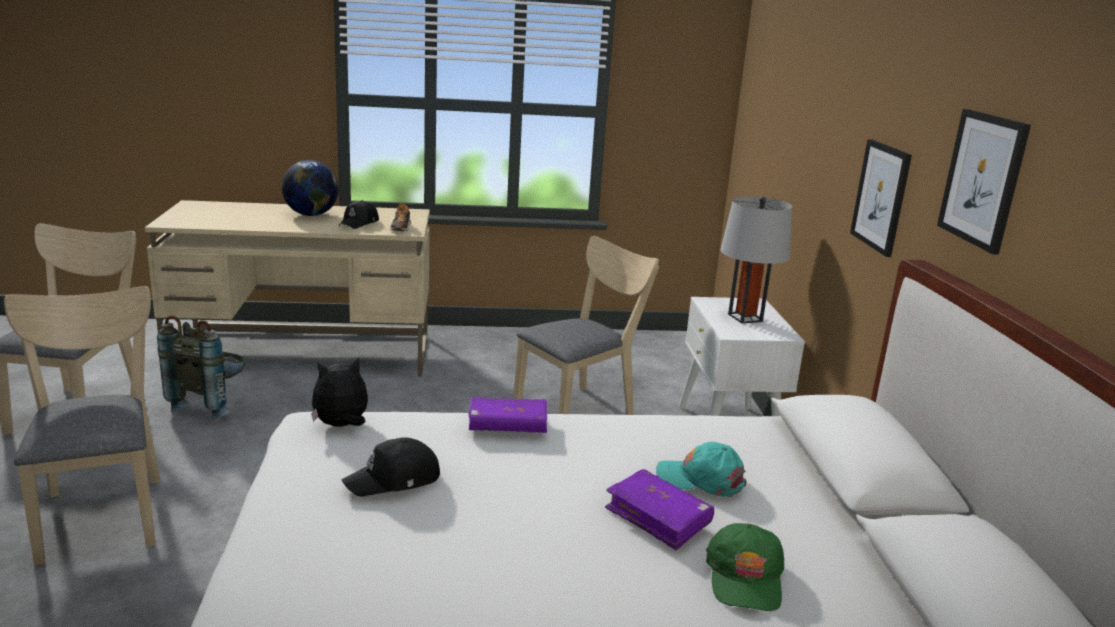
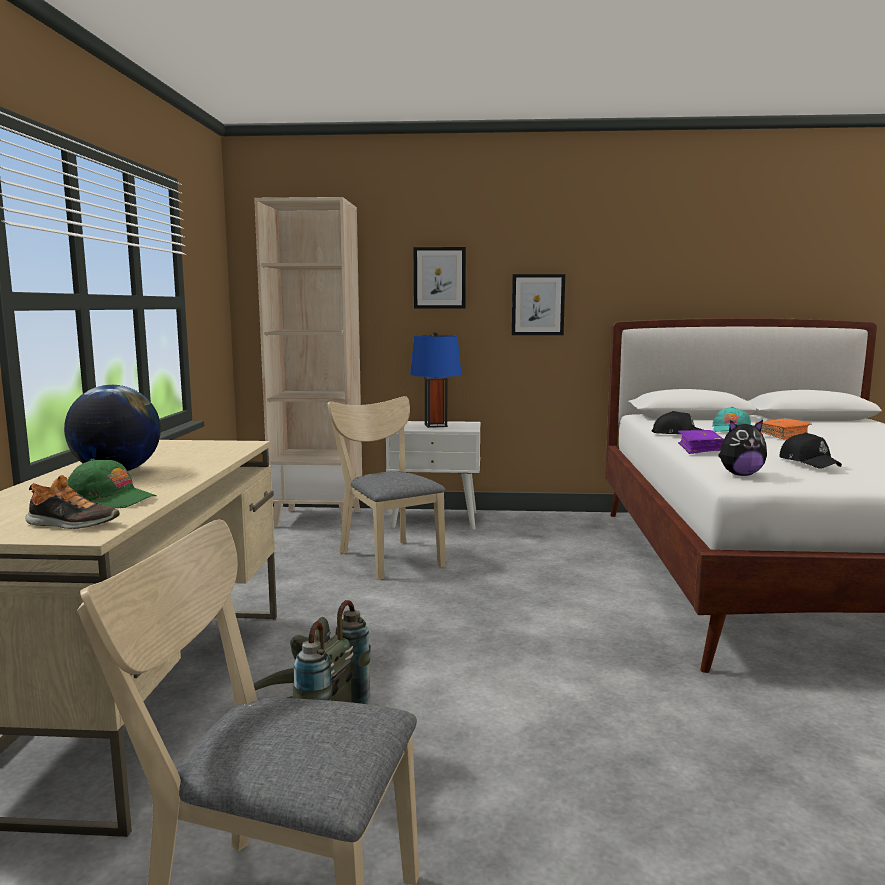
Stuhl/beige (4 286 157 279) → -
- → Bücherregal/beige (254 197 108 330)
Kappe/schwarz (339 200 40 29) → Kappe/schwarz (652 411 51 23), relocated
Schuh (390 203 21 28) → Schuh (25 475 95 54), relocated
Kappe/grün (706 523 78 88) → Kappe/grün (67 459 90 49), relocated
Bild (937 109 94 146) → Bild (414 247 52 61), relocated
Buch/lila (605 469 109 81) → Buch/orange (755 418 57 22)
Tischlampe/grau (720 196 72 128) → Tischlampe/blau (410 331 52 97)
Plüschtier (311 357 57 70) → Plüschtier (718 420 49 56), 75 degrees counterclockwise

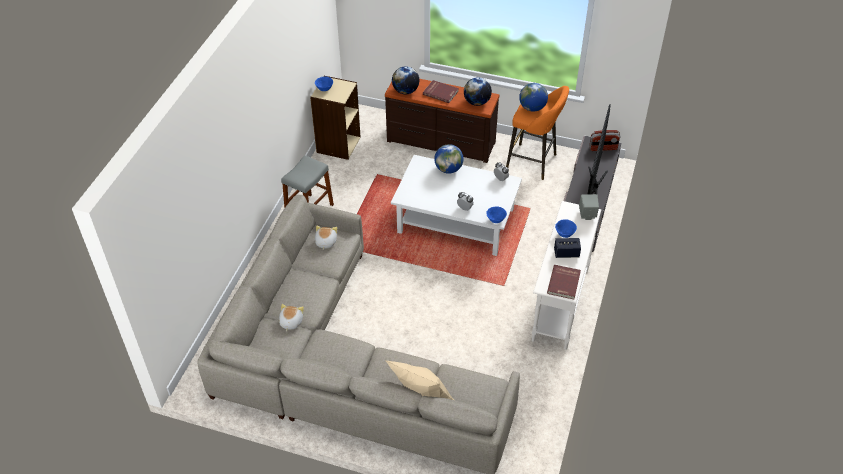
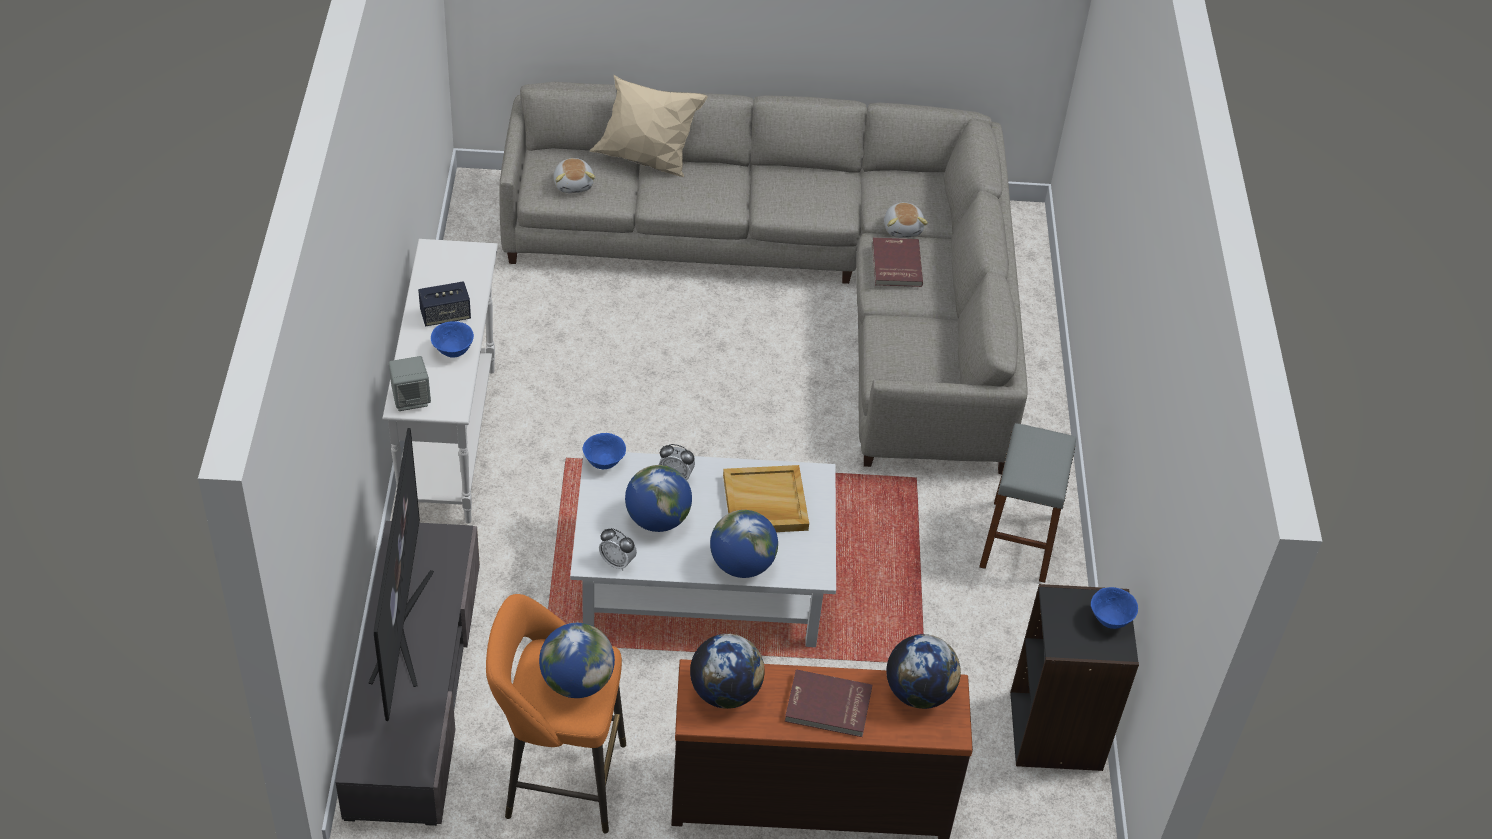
Radio (589 130 31 21) → -
- → Globus (625 465 67 67)
- → Tablett/beige (723 465 86 67)
Plüschtier (315 225 22 25) → Plüschtier (554 158 41 35), relocated
Buch/rot (547 265 34 34) → Buch/rot (872 237 51 50), relocated
Bücherregal/beige (310 76 51 84) → Bücherregal/schwarz (1010 584 129 187)

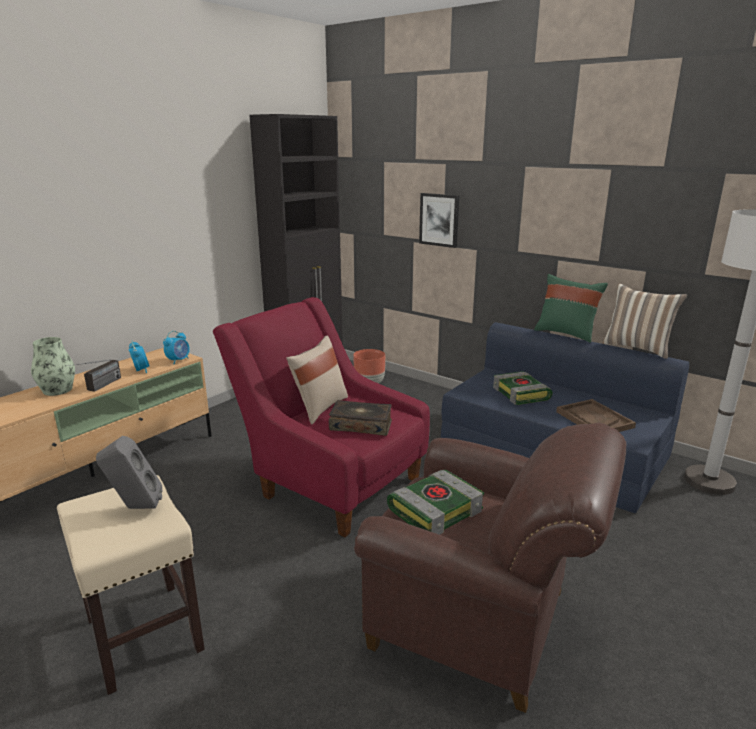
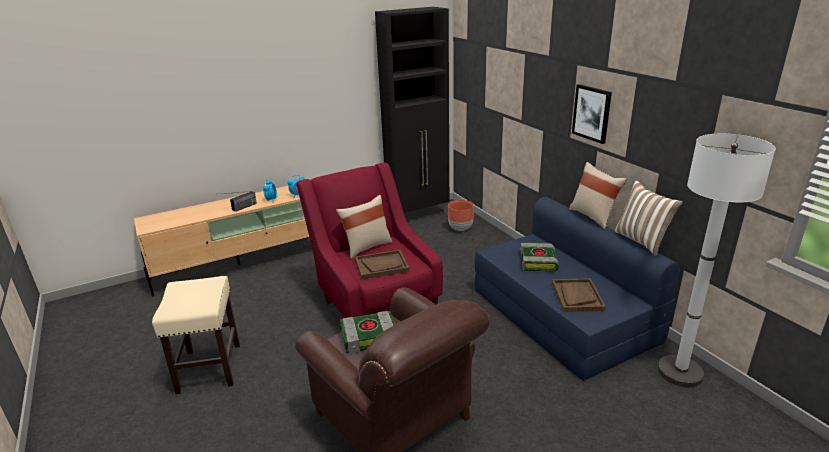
Vase (31 337 44 59) → -
Lautsprecher/grau (96 436 67 73) → -
Bild (419 193 40 55) → Bild (572 84 40 60), relocated
Buch (329 400 63 36) → Tablett/braun (355 250 54 29)
Kissen/grün (534 274 74 69) → Kissen/beige (569 162 58 67)

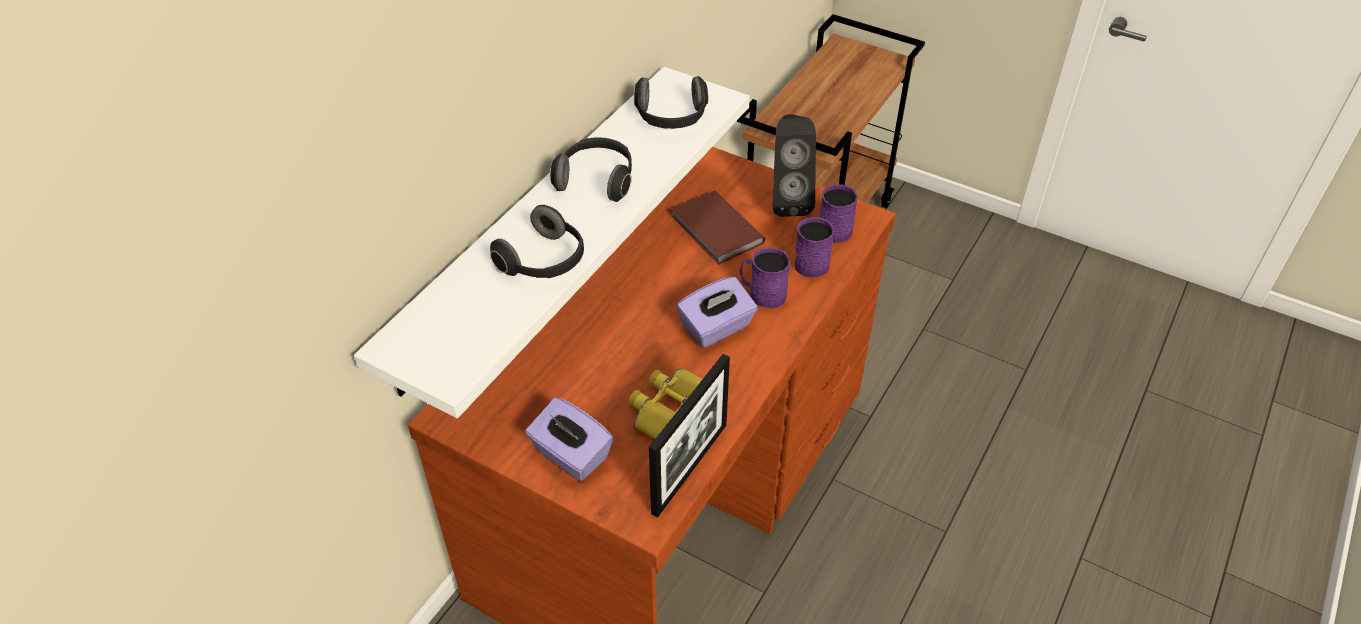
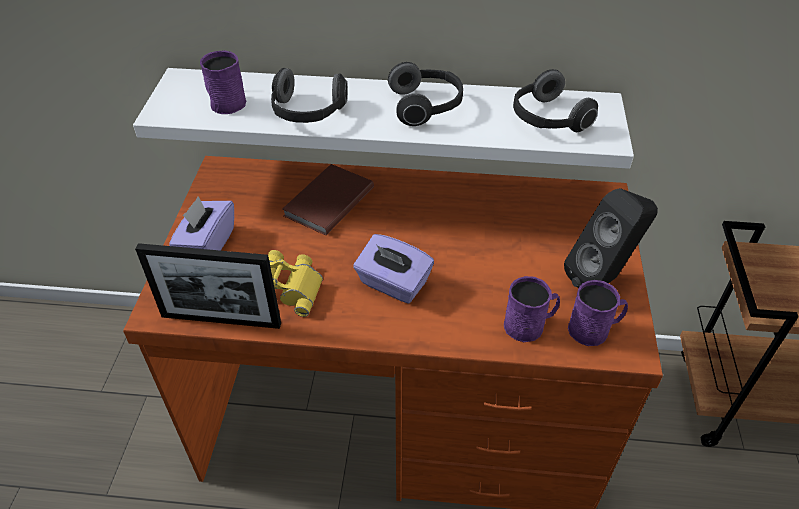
Buch/braun (671 190 94 74) → Buch/braun (283 164 91 71), relocated
Henkelbecher/lila (740 248 50 61) → Henkelbecher/lila (200 50 46 64), relocated

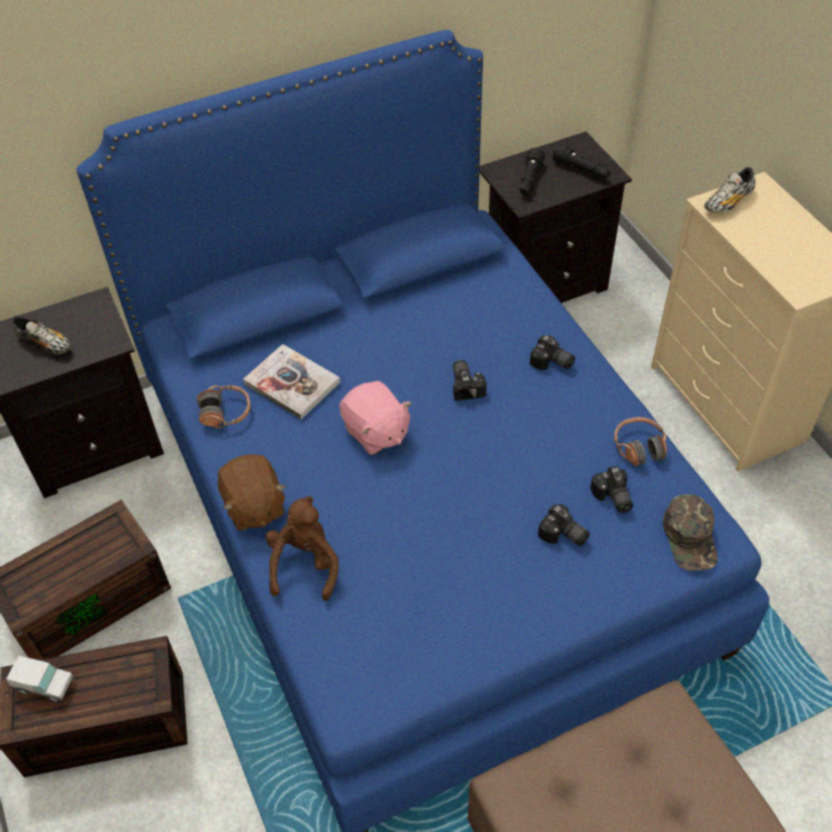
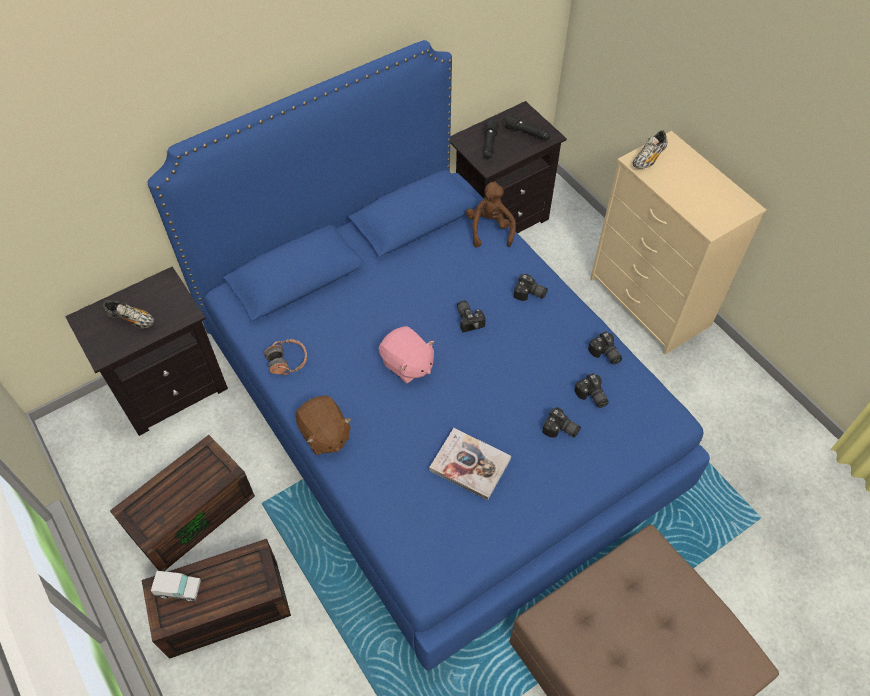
Kappe/grün (663 494 55 77) → -
Buch (243 344 97 75) → Buch (429 428 82 72), relocated
Plüschtier/braun (265 496 74 105) → Plüschtier/braun (466 181 50 66), relocated
Kopfhörer (614 417 53 49) → Kamera (588 332 34 33)

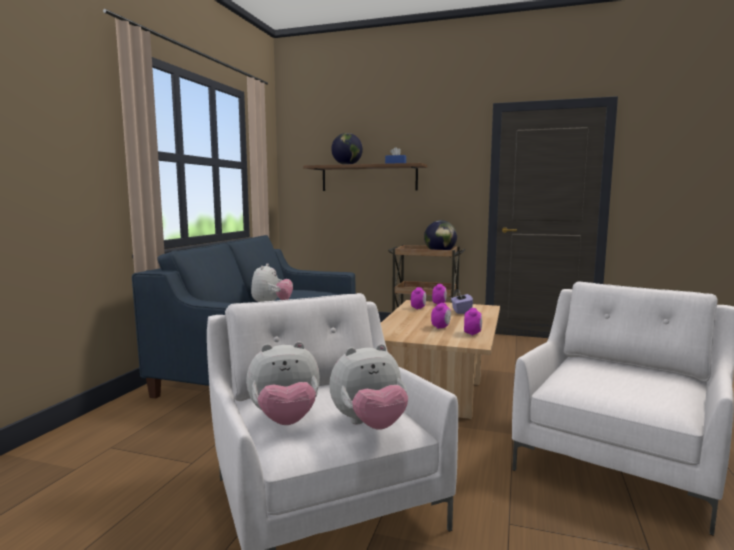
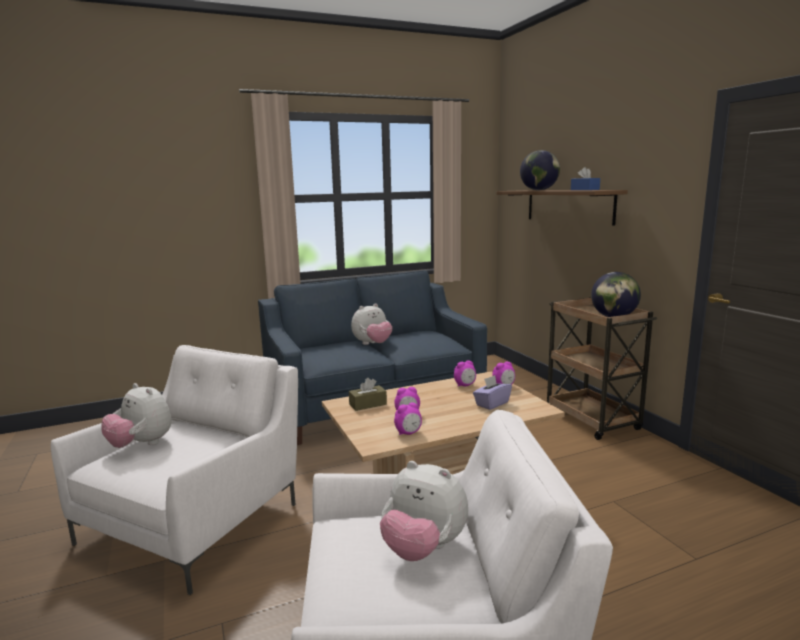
- → Taschentuchbox/braun (349 378 38 33)
Plüschtier (329 344 79 86) → Plüschtier (380 461 88 100), relocated

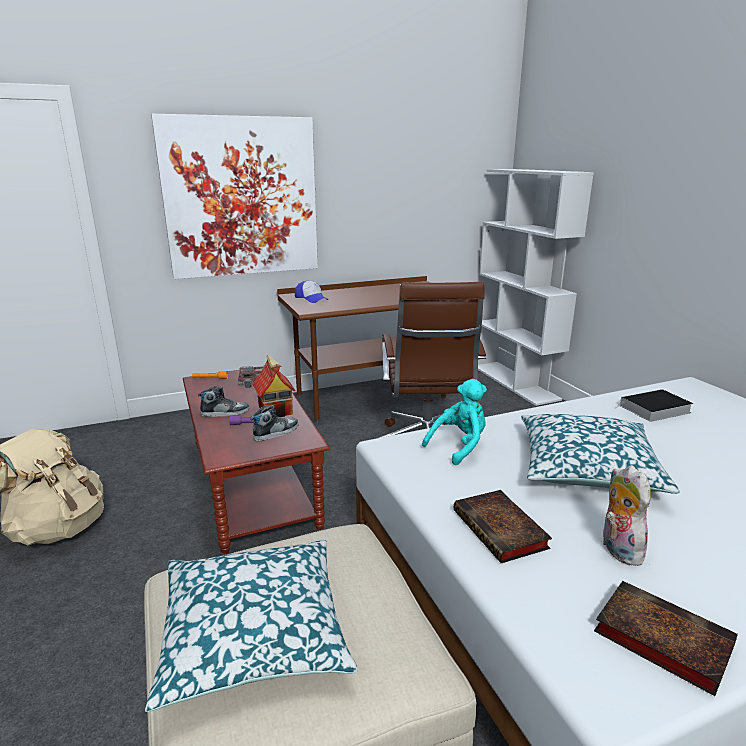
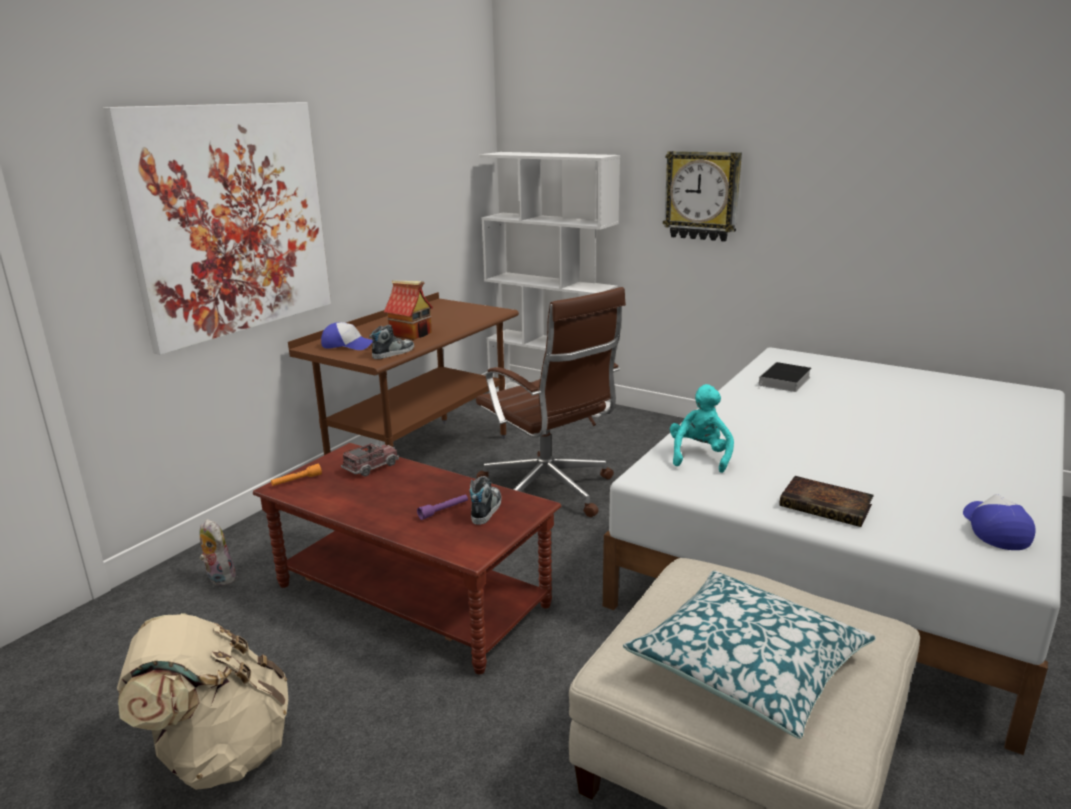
Kissen (521 414 158 80) → -
- → Wanduhr (663 151 79 91)
Schuh (198 386 51 31) → Schuh (369 325 45 34), relocated
Spielzeughaus (253 355 43 62) → Spielzeughaus (384 281 49 59), relocated
Plüschtier (603 465 48 101) → Plüschtier (199 519 37 67), relocated
Buch (594 581 144 115) → Kappe (963 494 73 56)

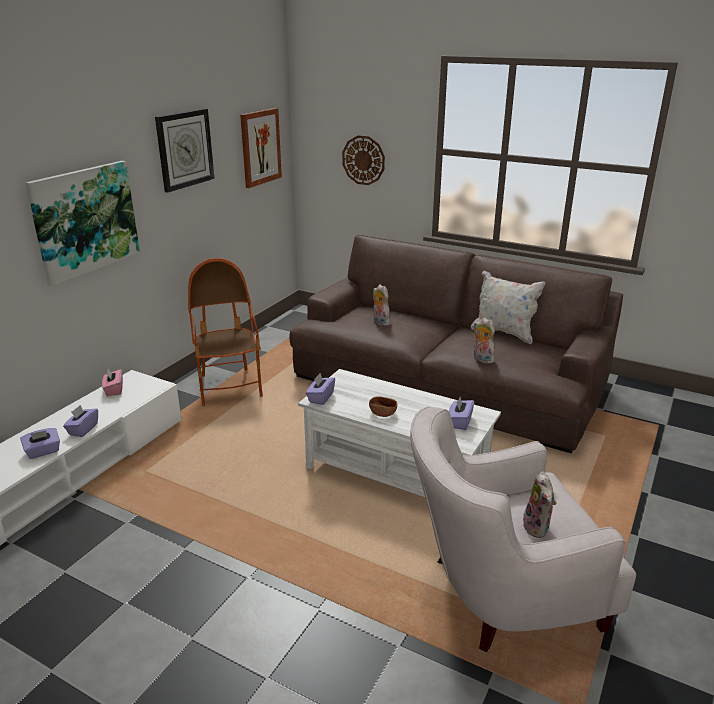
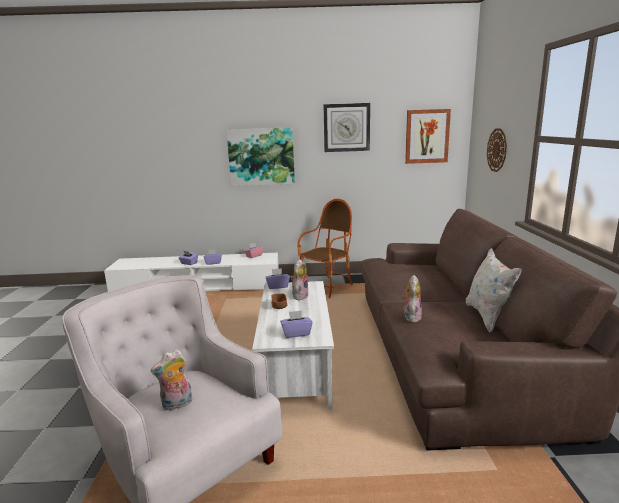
Plüschtier (373 284 18 42) → Plüschtier (291 259 18 41), relocated

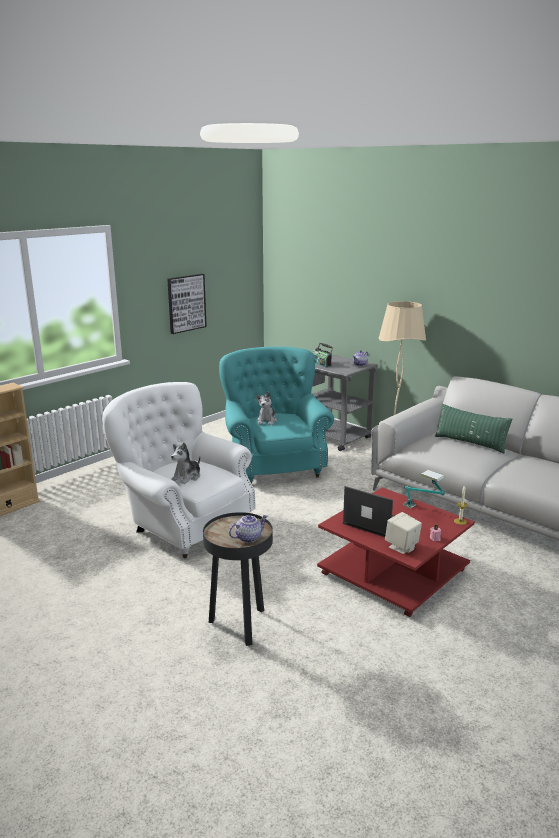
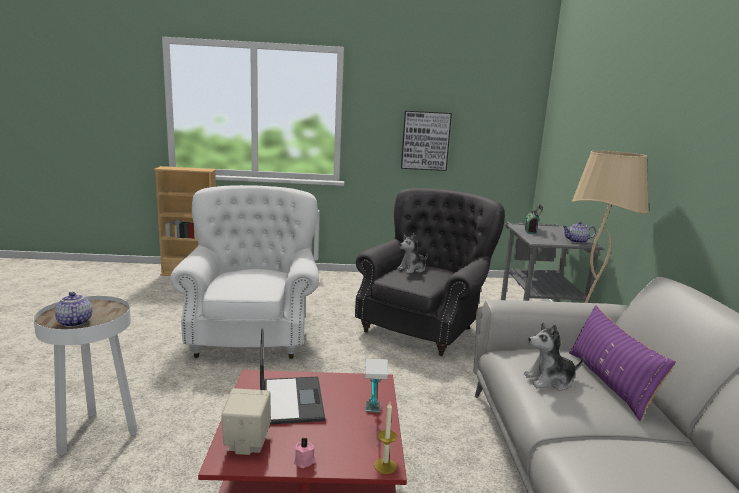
Plüschtier (171 442 29 42) → Plüschtier (524 322 60 69), relocated
Beistelltisch/schwarz (203 512 70 134) → Beistelltisch/weiß (33 296 105 160)
Sessel/türkis (219 346 115 138) → Sessel/grau (355 188 150 168)
Kissen/grün (435 404 77 50) → Kissen/lila (569 305 107 116)
Teekanne (229 515 38 28) → Teekanne (55 292 37 35), 135 degrees counterclockwise

